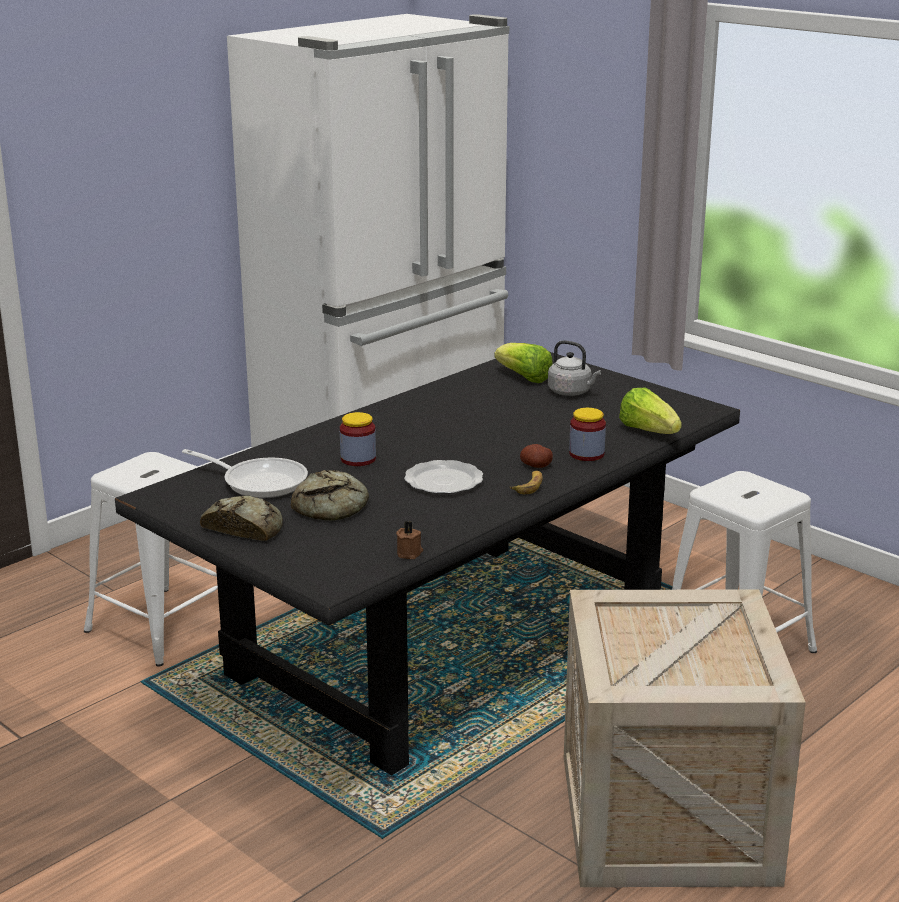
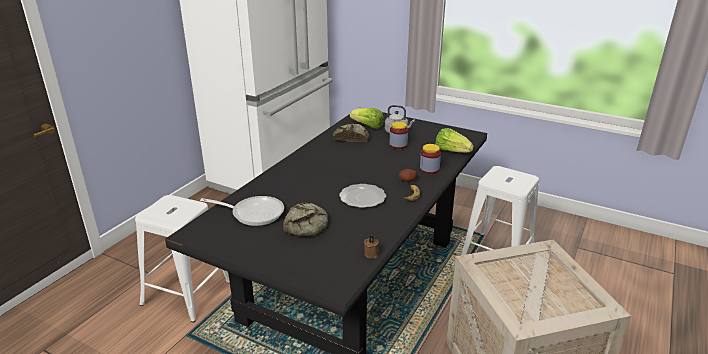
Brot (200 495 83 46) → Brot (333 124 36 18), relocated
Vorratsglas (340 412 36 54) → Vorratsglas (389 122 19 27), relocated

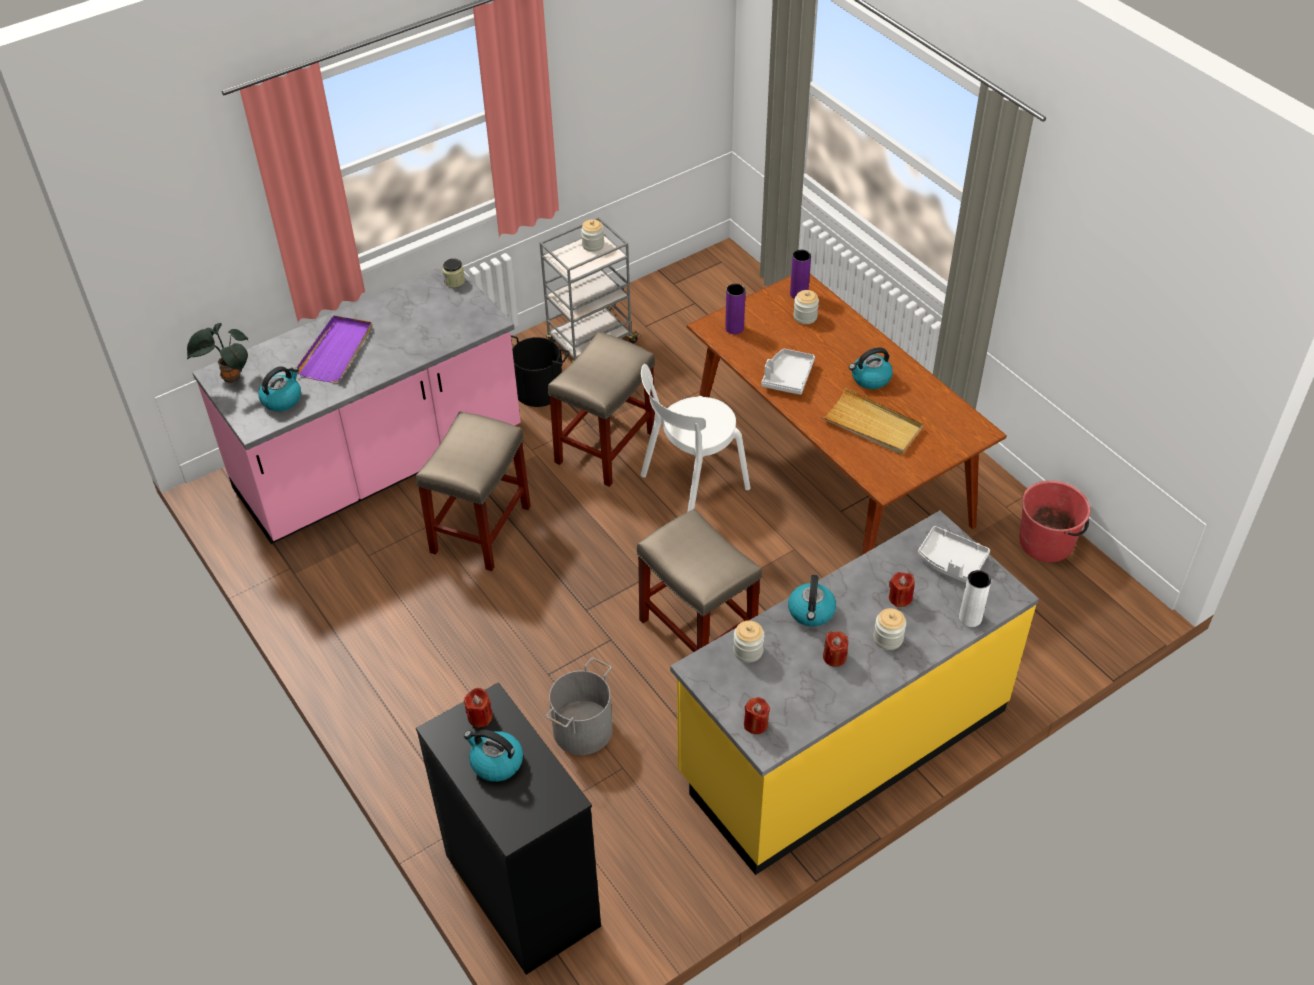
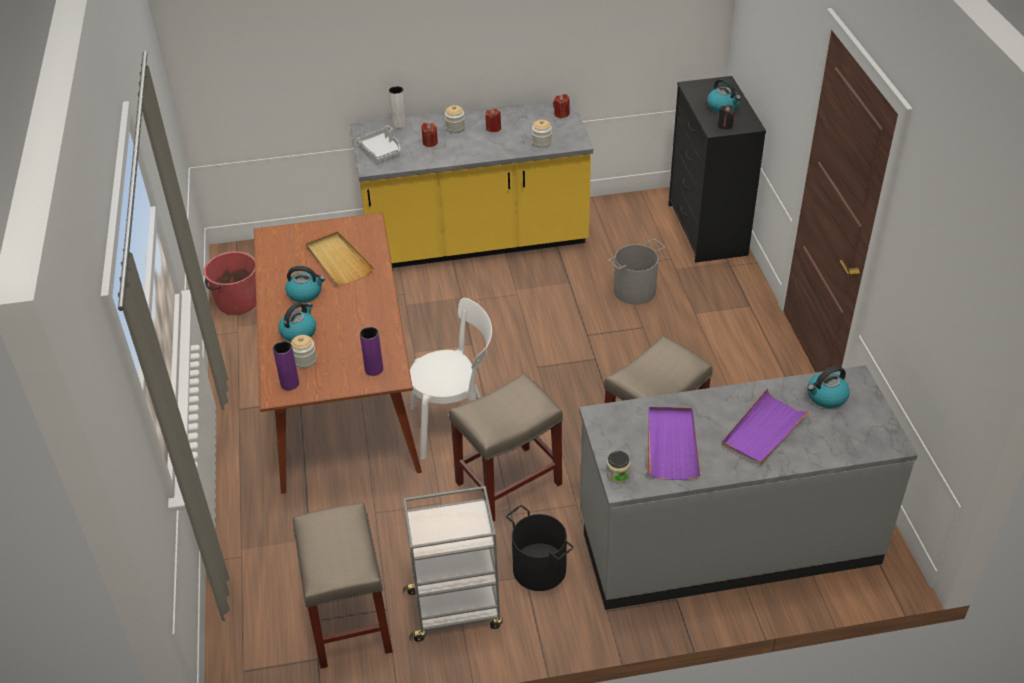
Topfpflanze (187 323 62 60) → -
Vorratsglas (581 219 23 33) → -
Tablett/grau (761 349 54 46) → -
- → Tablett/lila (647 407 54 73)
Hocker/beige (637 509 125 143) → Hocker/beige (293 503 100 166), relocated
Wasserkessel (788 575 48 51) → Wasserkessel (278 302 38 40), relocated
Küchenzeile/rosa (192 266 329 278) → Küchenzeile/grau (579 365 339 245)
Kerze/rot (464 688 29 39) → Kerze/schwarz (718 105 17 25)

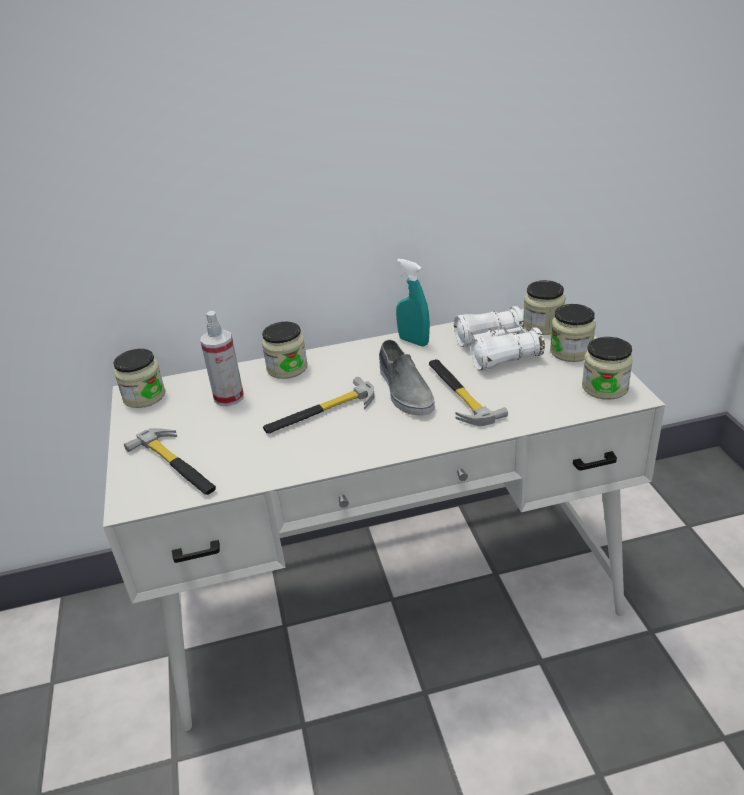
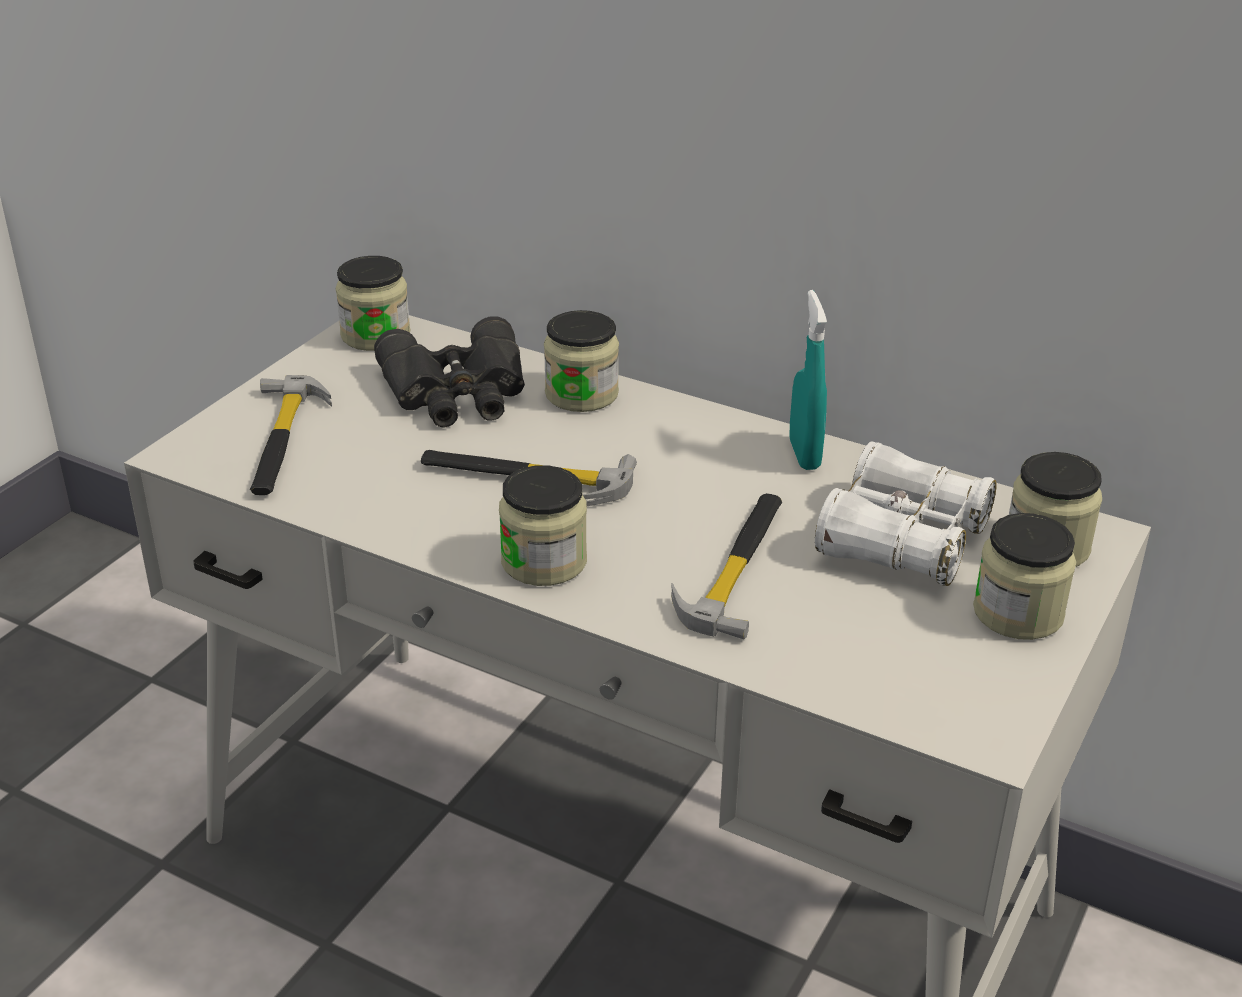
Schuh/grau (379 339 56 77) → -
Vorratsglas (582 337 51 63) → Vorratsglas (499 465 88 121), relocated
Sprühflasche (200 311 44 95) → Fernglas/schwarz (374 316 151 112)

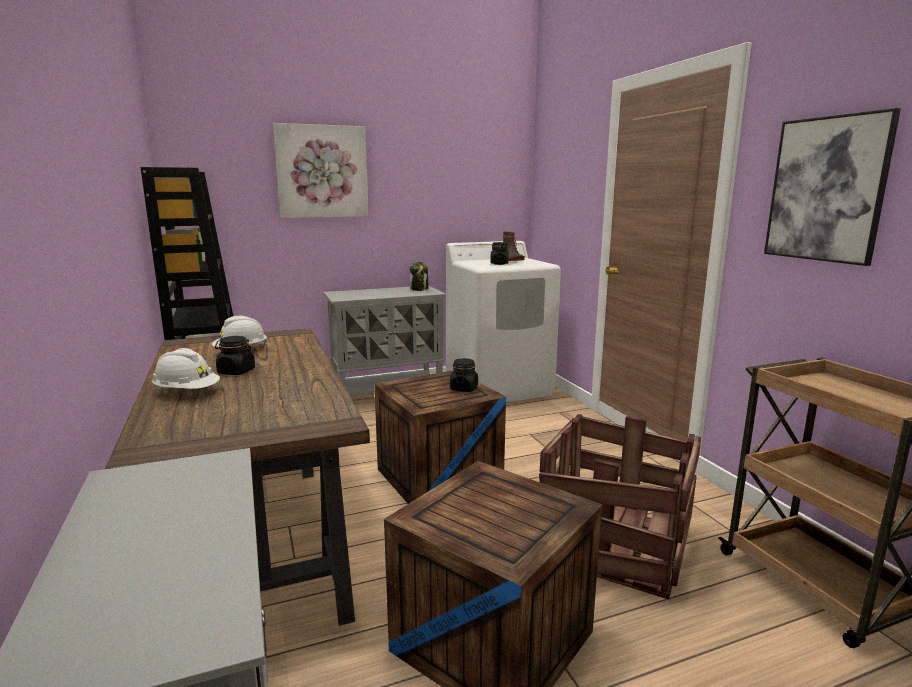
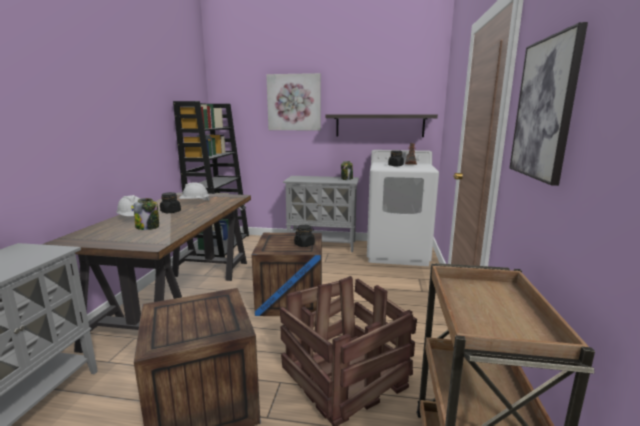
- → Vorratsglas (134 198 25 32)
- → Wandregal (326 114 112 23)

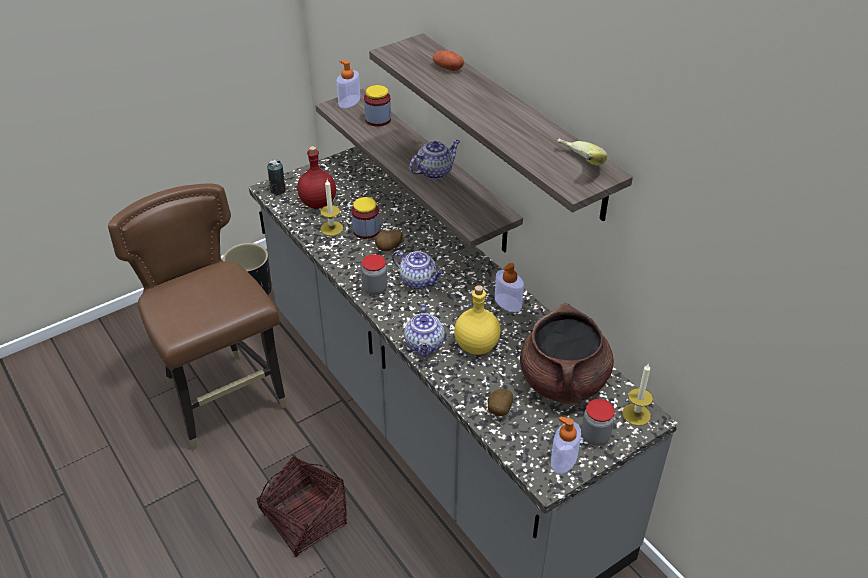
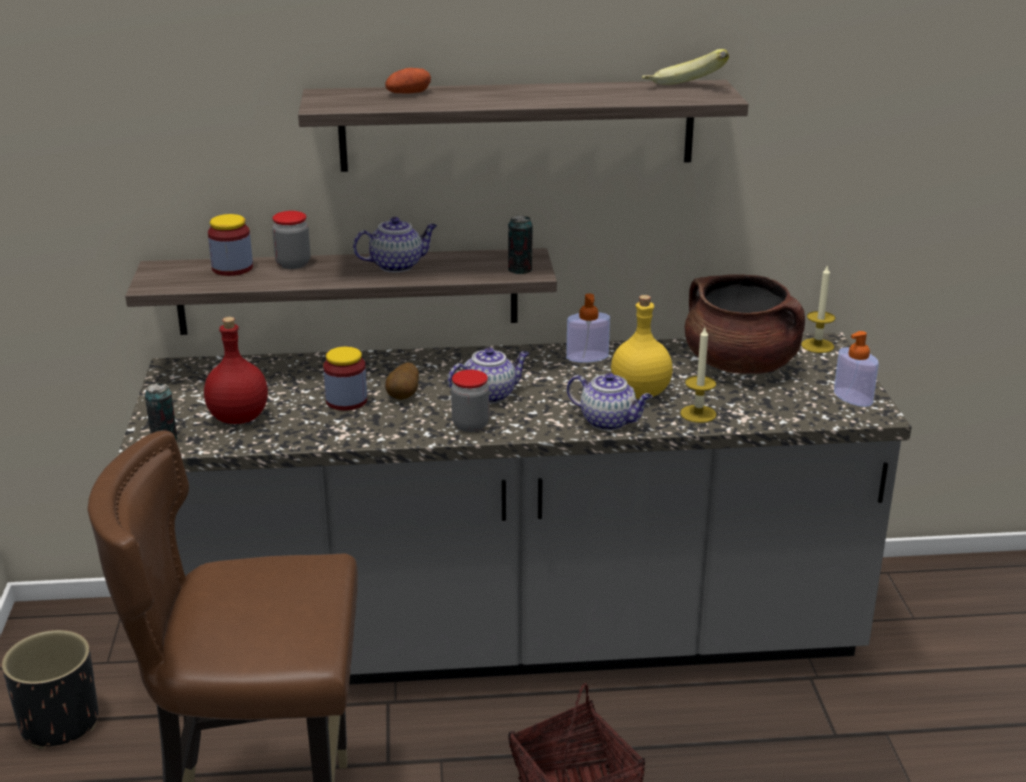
Seifenspender (337 60 23 48) → -
Kartoffel (487 389 26 27) → -
- → Dose (508 215 25 59)
Kerze (320 179 23 57) → Kerze (680 328 37 95), relocated
Vorratsglas (581 399 34 47) → Vorratsglas (272 211 38 58), relocated
Teekanne (409 140 51 39) → Teekanne (353 217 84 55), 75 degrees clockwise

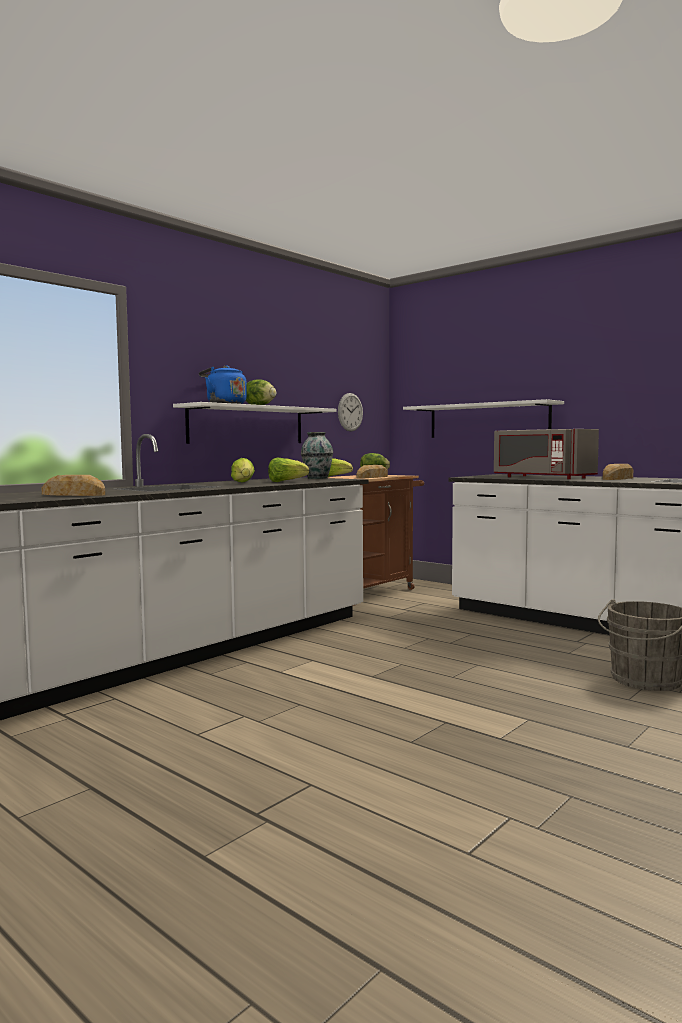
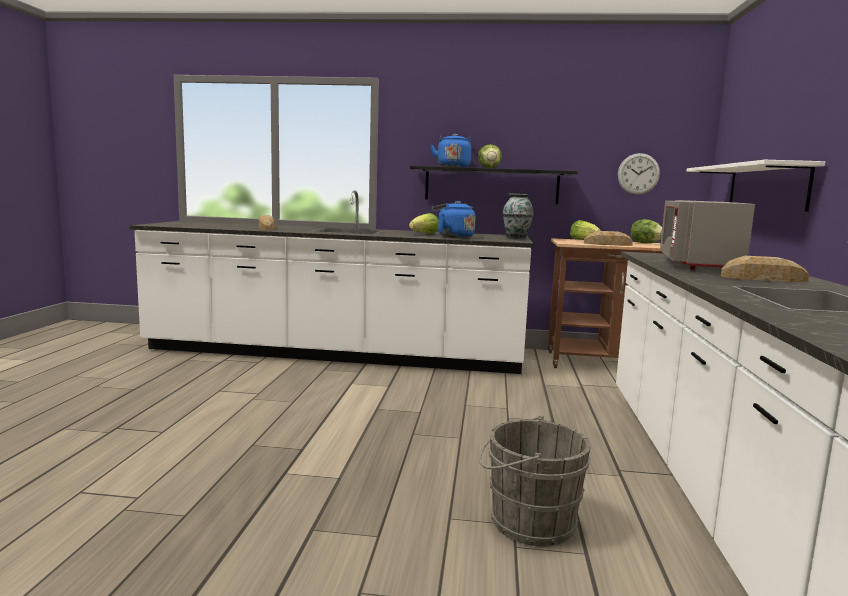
Salatkopf (268 458 41 24) → Wasserkessel/blau (432 201 44 37)
Wandregal/weiß (173 402 164 42) → Wandregal/schwarz (410 166 168 38)

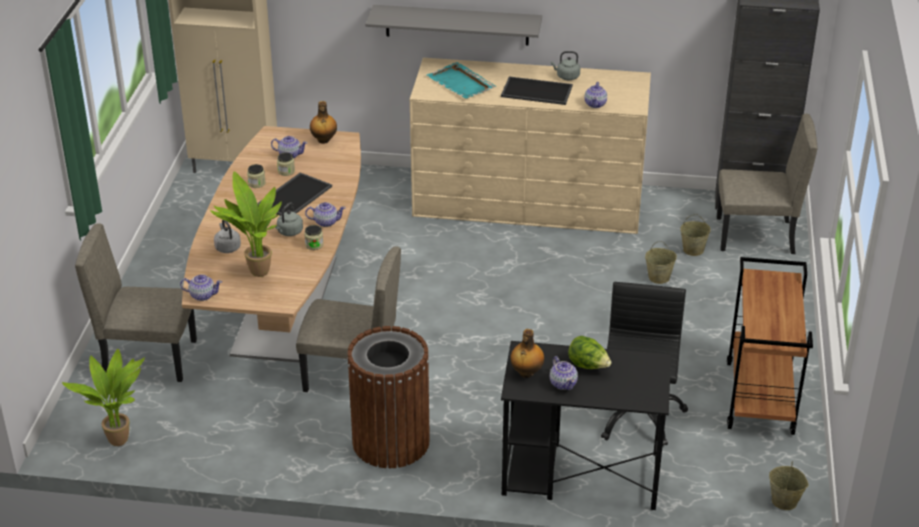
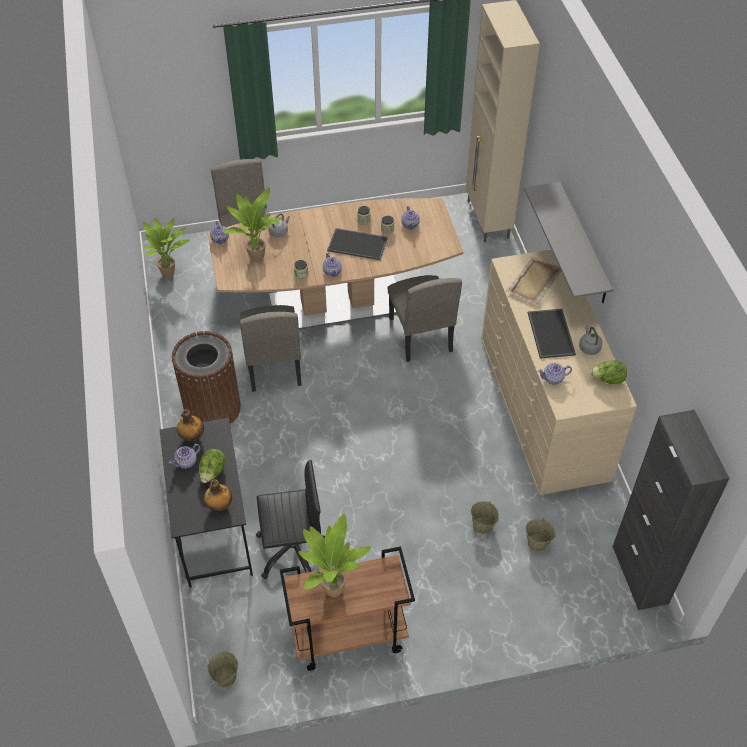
Wasserkessel/grau (275 202 28 34) → -
- → Topfpflanze (298 513 73 84)
- → Salatkopf (590 360 37 24)
Flasche (310 101 27 43) → Flasche (204 479 28 32), relocated
Stuhl/beige (717 114 101 140) → Stuhl/beige (388 275 74 87), relocated
Tablett/türkis (426 62 70 37) → Tablett/beige (506 257 55 47)

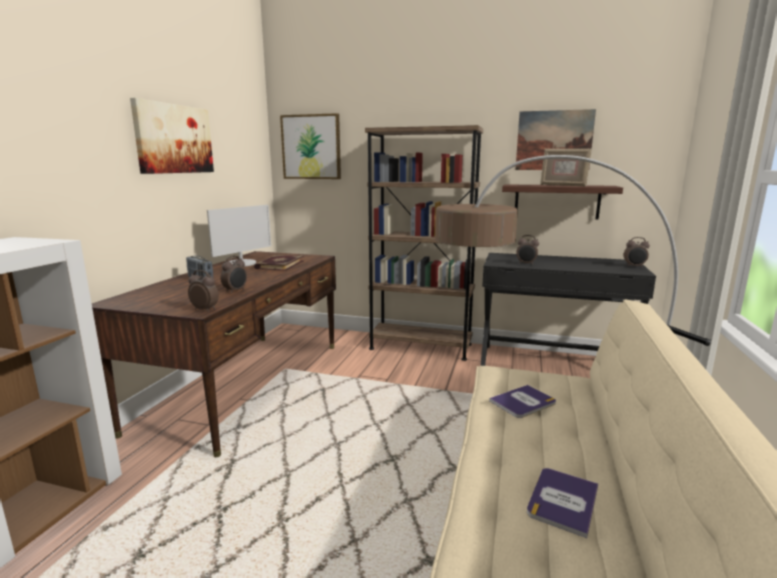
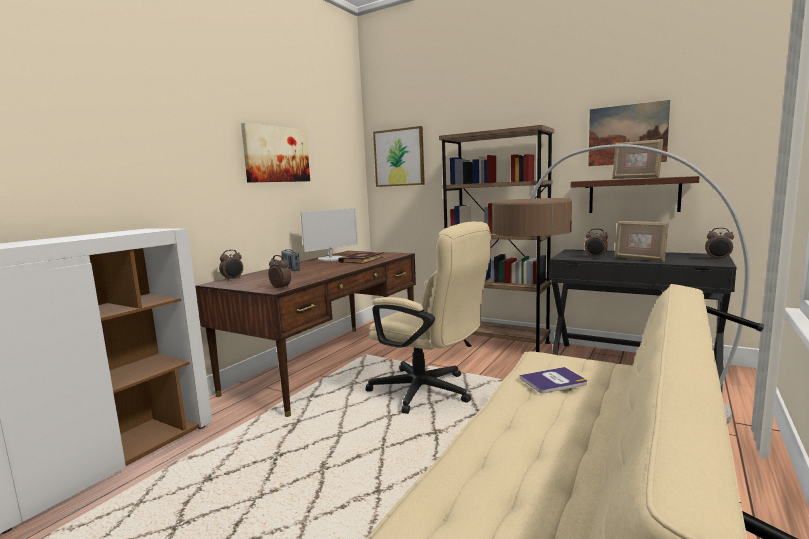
Buch (527 468 71 70) → -
- → Bürostuhl/beige (366 221 125 193)
- → Bilderrahmen (614 221 55 41)
Wecker (221 256 26 37) → Wecker (219 250 24 31), relocated

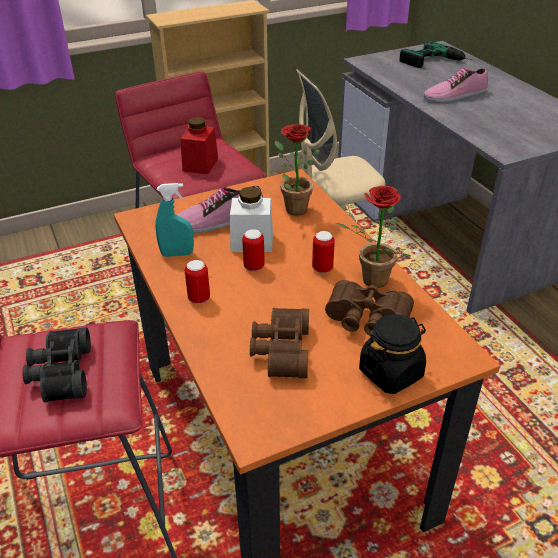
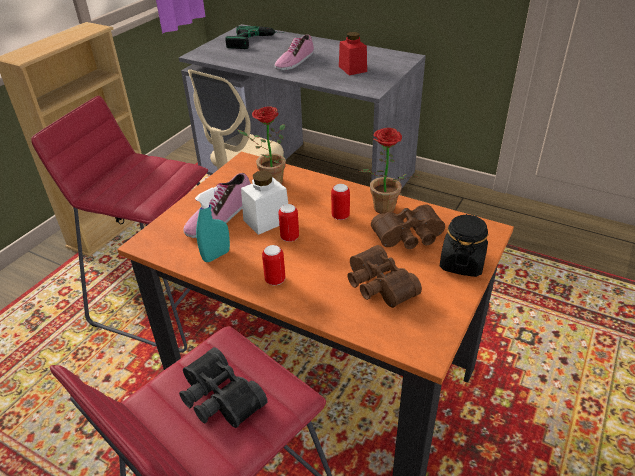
Vorratsglas/rot (180 117 38 57) → Vorratsglas/rot (339 32 28 43), relocated

